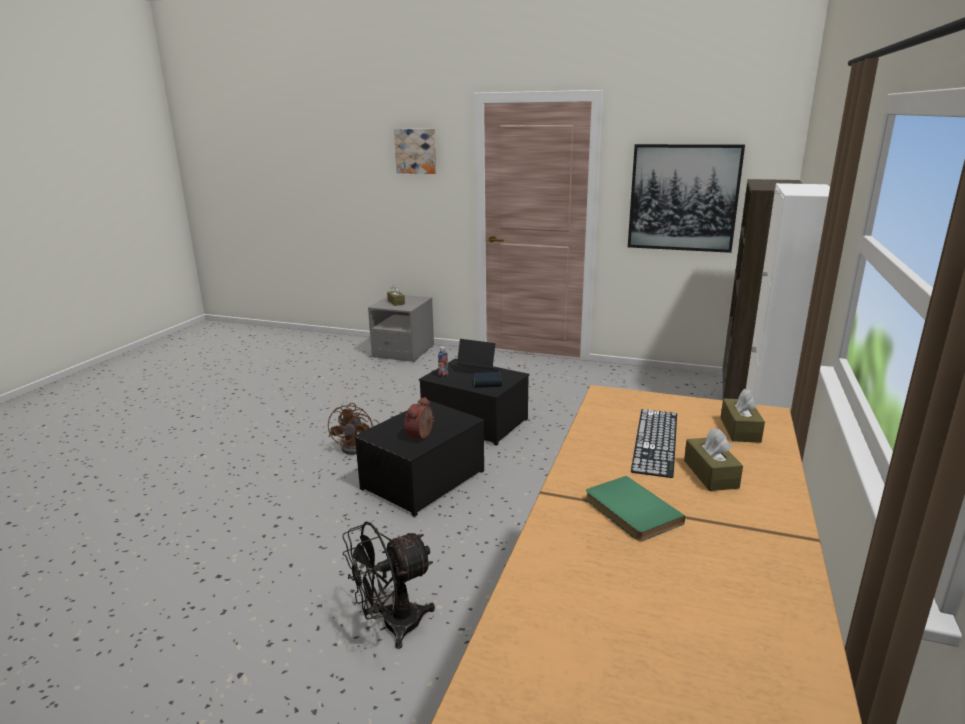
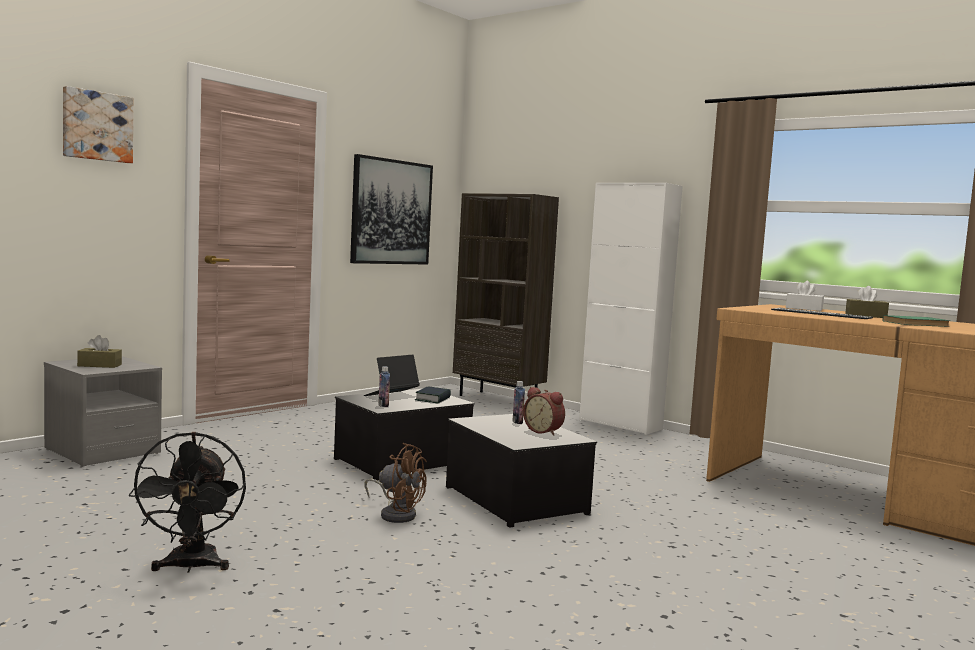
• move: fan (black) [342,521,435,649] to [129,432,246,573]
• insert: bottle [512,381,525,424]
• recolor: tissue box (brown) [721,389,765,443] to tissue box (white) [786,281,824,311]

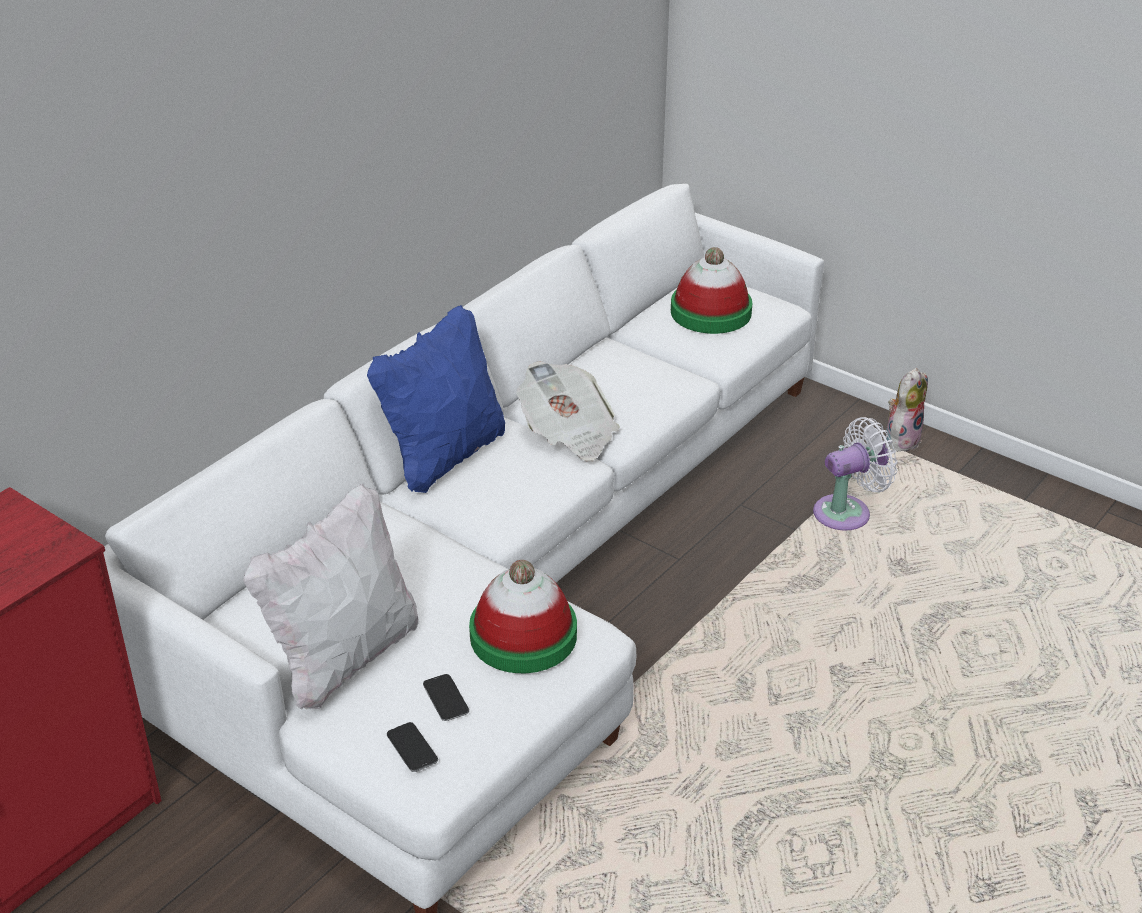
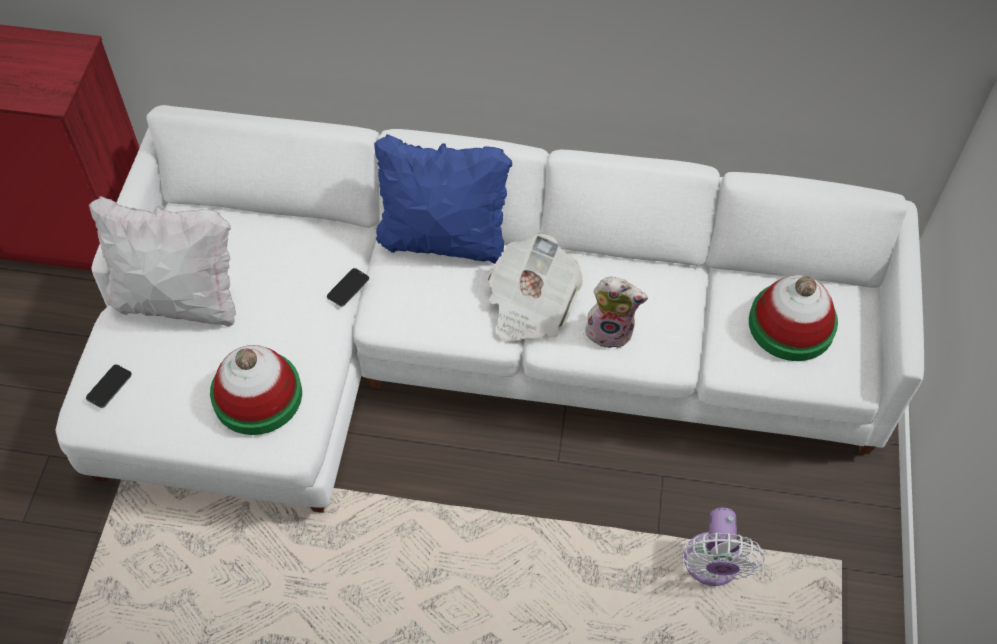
• move: phone [423,674,469,721] to [327,268,369,307]
• move: plush toy [886,368,928,453] to [583,277,648,348]
• rotate: fan (white) [813,417,898,531] = [682,508,765,586] 60 degrees clockwise

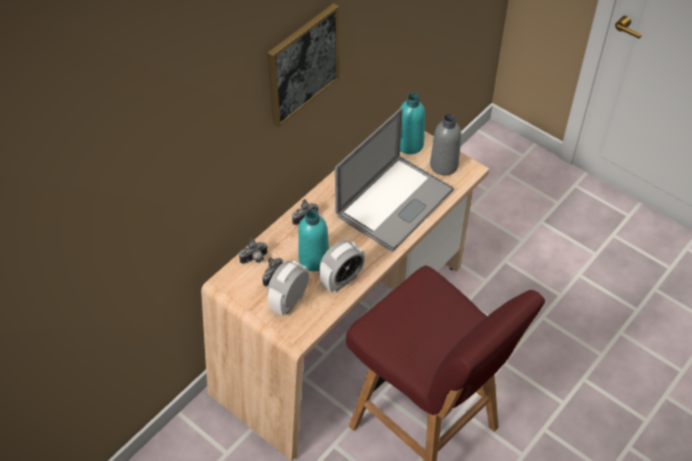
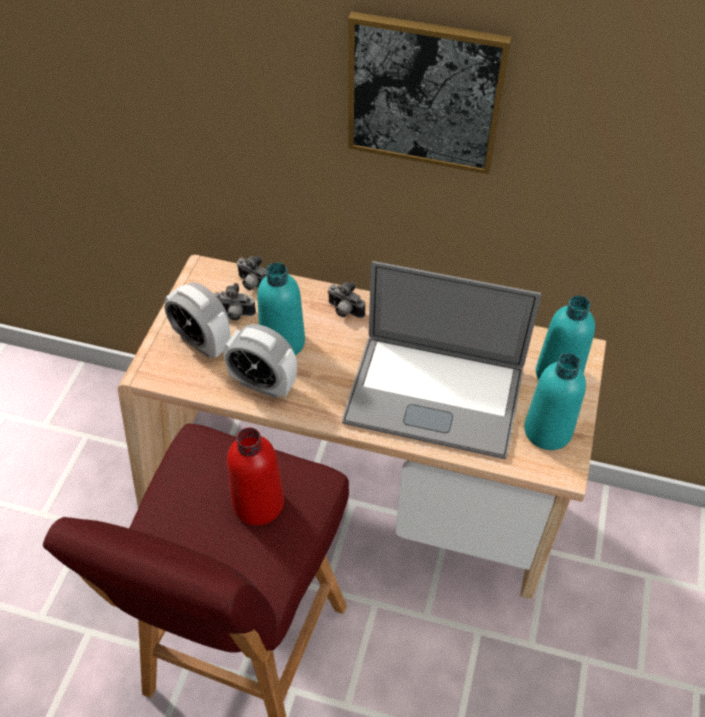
• rotate: alarm clock [267,260,309,316] = [165,282,231,358] 150 degrees counterclockwise
• insert: bottle (red) [227,427,284,525]
• recolor: bottle (grey) [430,114,461,175] to bottle (turquoise) [524,353,586,450]

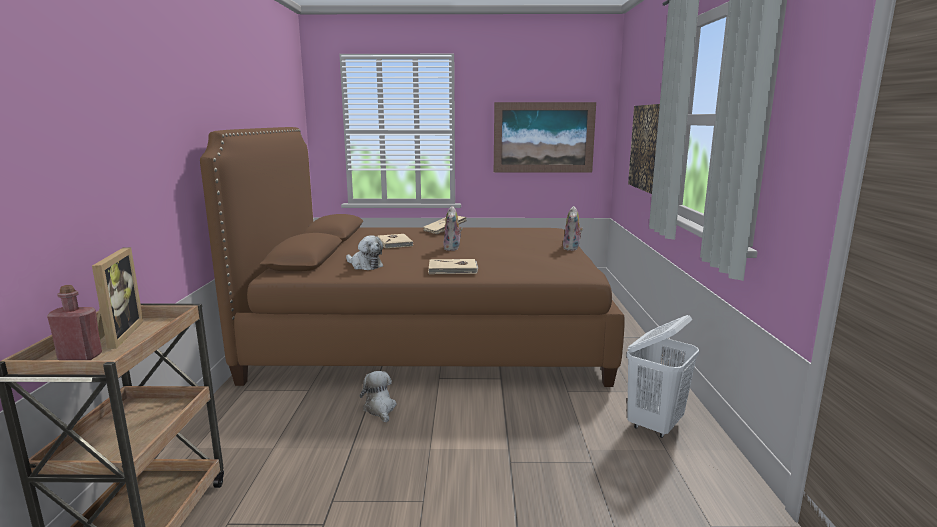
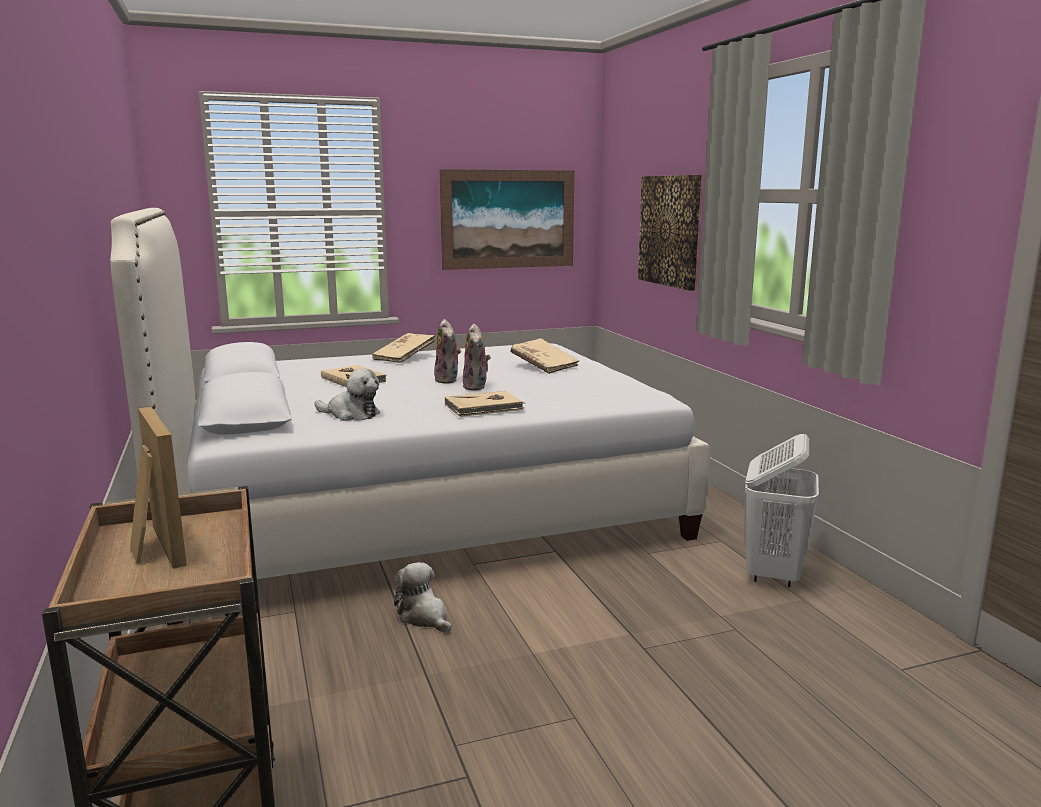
• recolor: bed (brown) [200,127,625,387] to bed (white) [110,208,710,625]
• move: plush toy [563,206,583,251] to [463,324,491,390]
• insert: book (beige) [510,338,579,374]
• delete: bottle (red) [47,285,102,360]

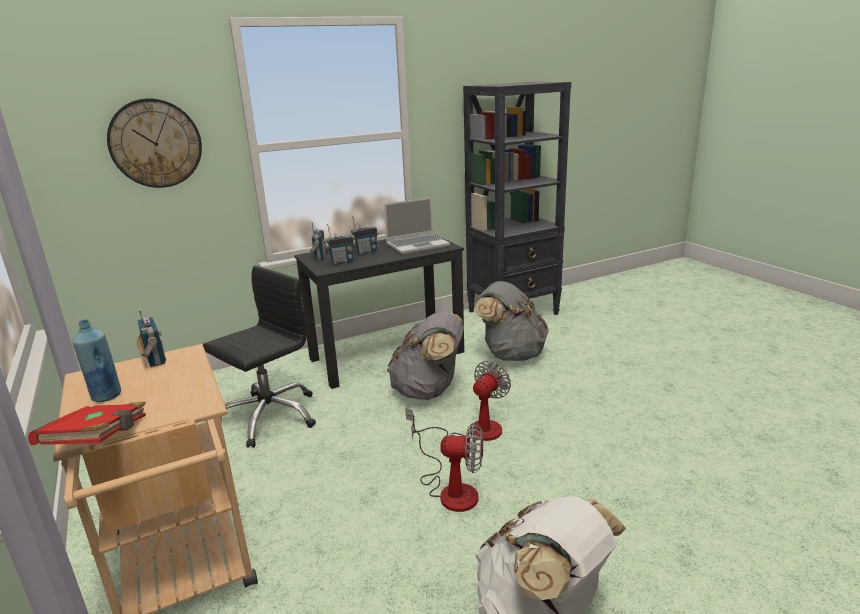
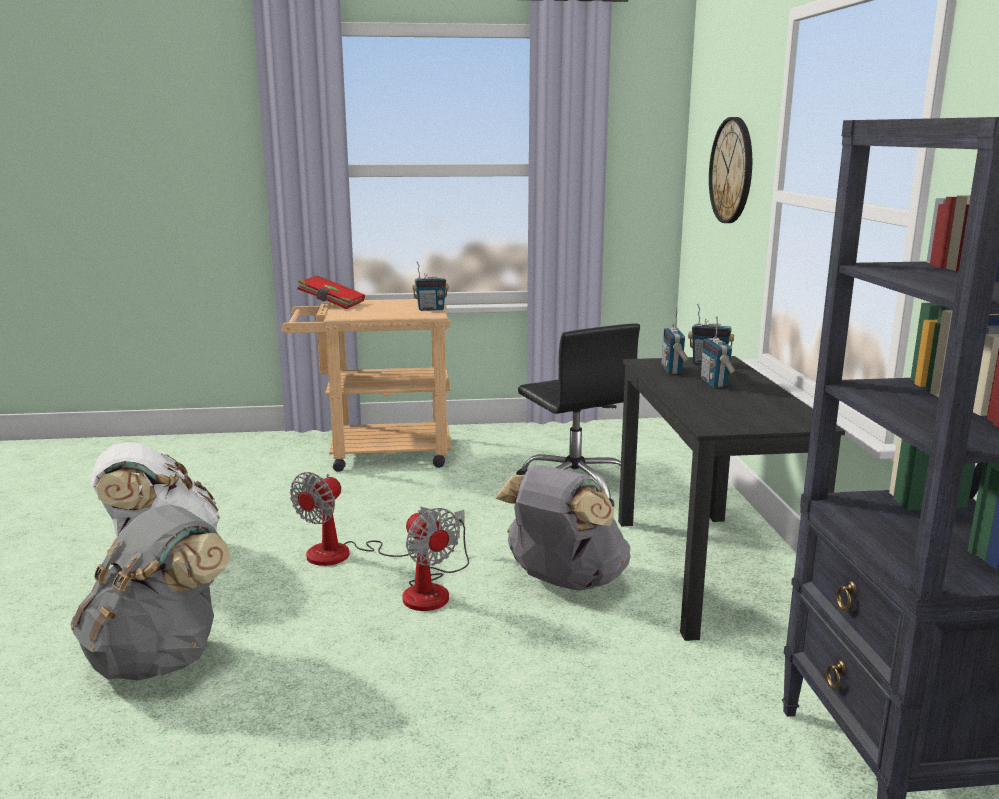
• move: backpack (grey) [475,281,549,361] to [70,504,231,681]
• delete: bottle (blue) [72,319,121,402]
• delete: laptop [384,197,450,254]

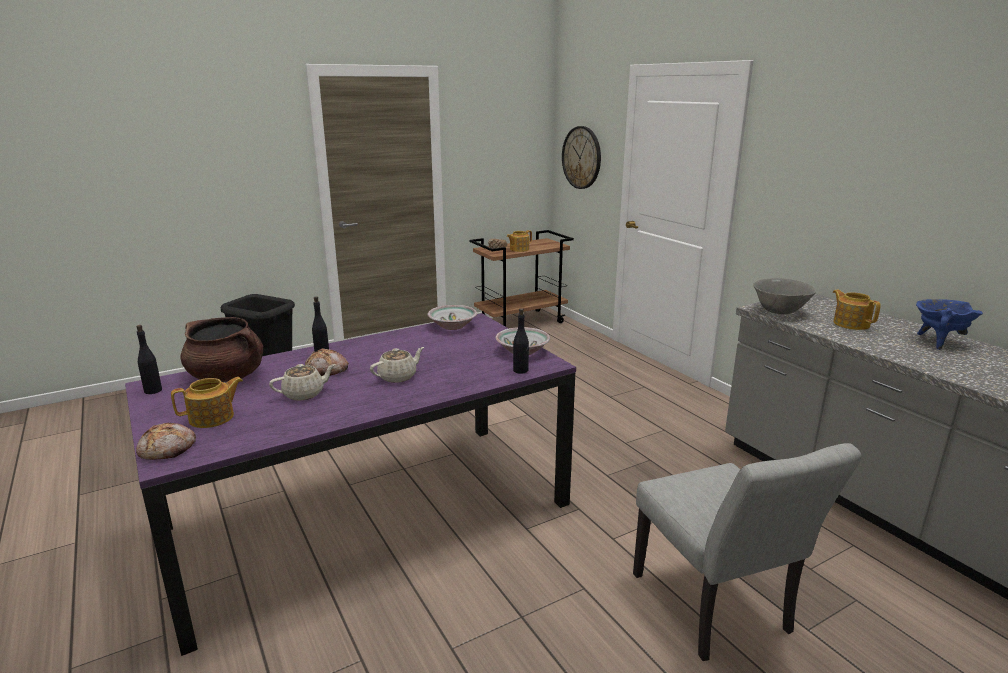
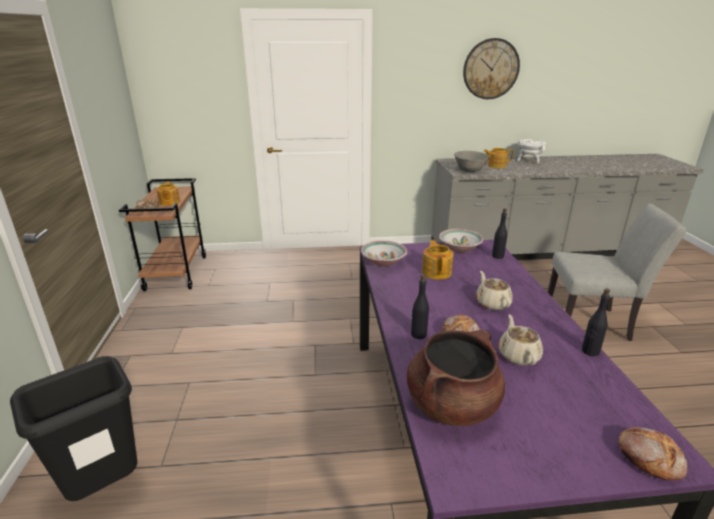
• move: teapot [171,377,243,428] to [422,240,453,280]
• move: wall clock [562,126,601,189] to [463,38,520,99]
• recolor: cooking pot (blue) [916,299,983,350] to cooking pot (white) [517,139,546,164]
• move: bottle (black) [136,325,162,394] to [582,288,610,356]

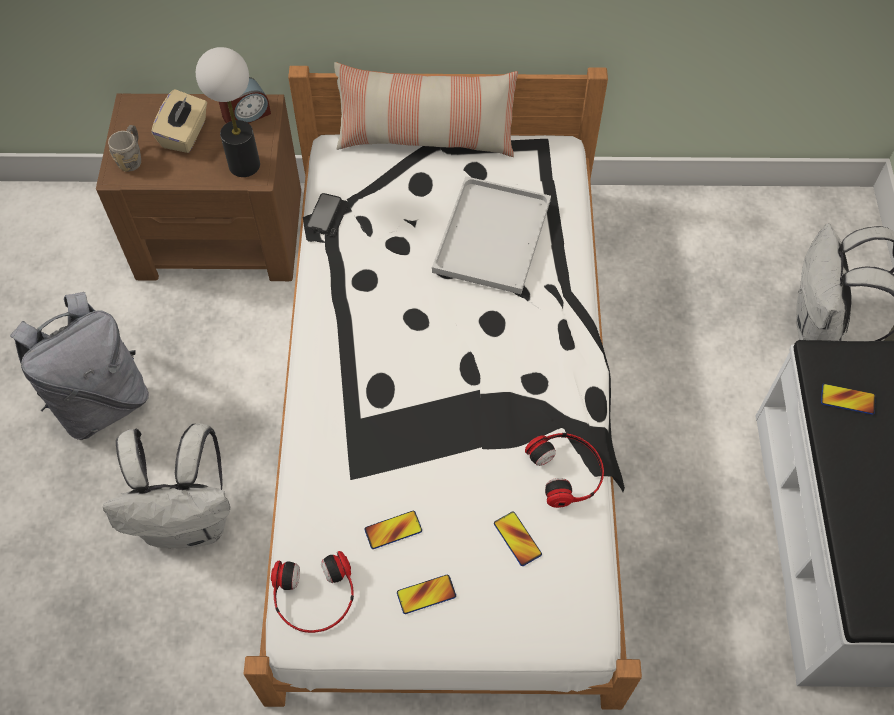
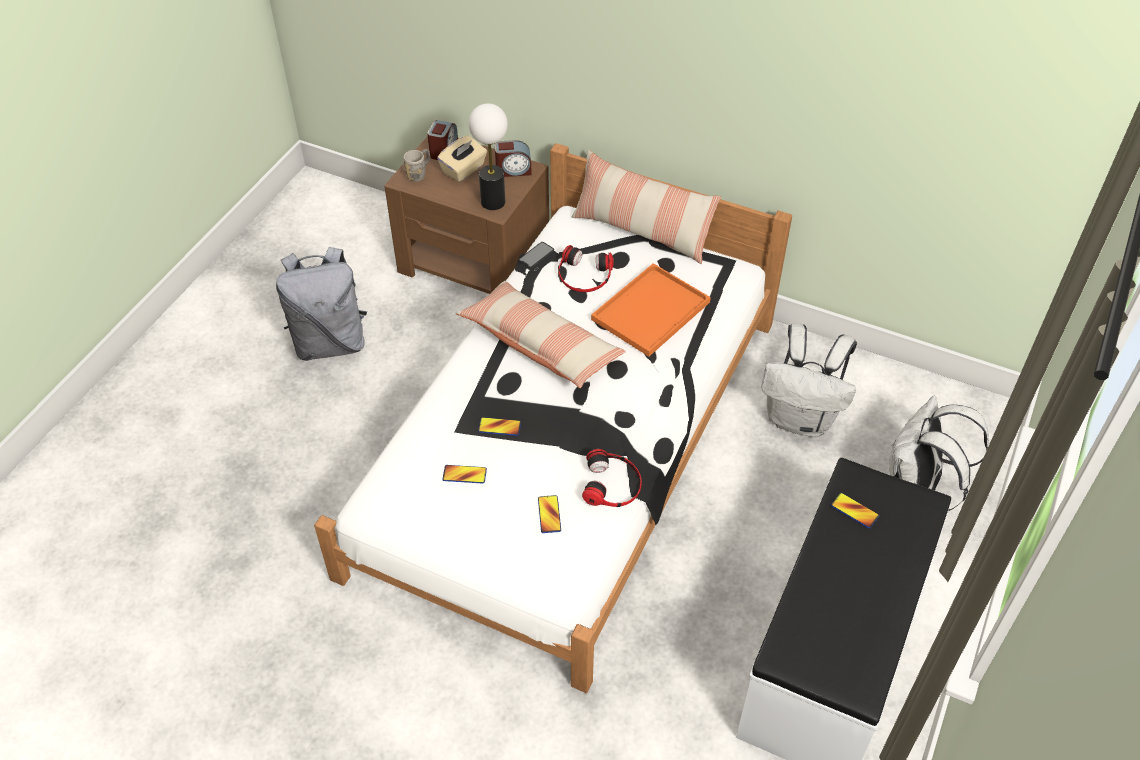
• insert: alarm clock [427,120,458,160]
• insert: pillow [455,281,626,388]
• move: phone [397,574,456,614] to [478,417,521,436]
• move: headphones [271,551,354,633] to [558,245,614,292]
• recolor: tray (white) [432,176,551,294] to tray (orange) [591,263,711,357]
• move: backpack (white) [103,423,230,548] to [761,323,857,437]

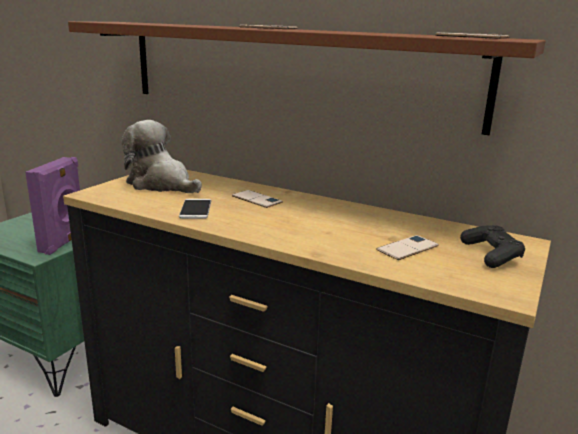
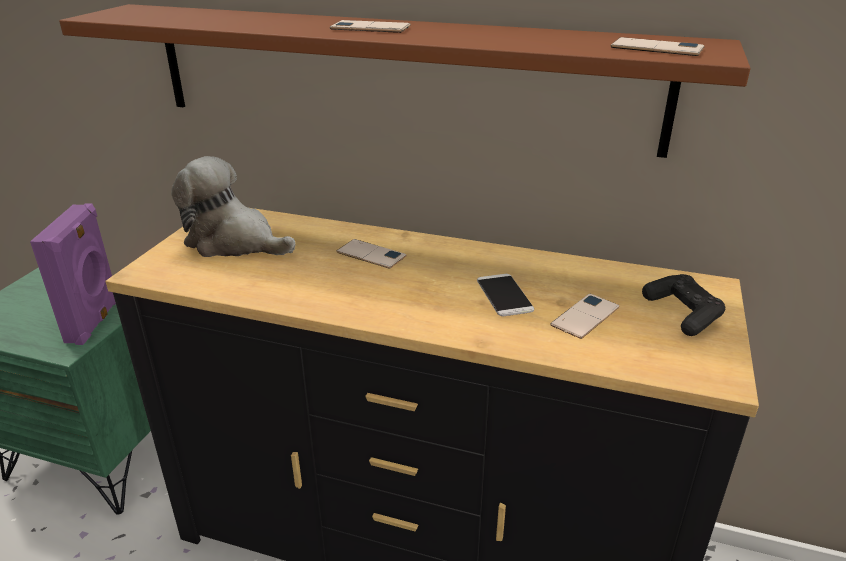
• move: phone [179,199,211,219] to [477,274,534,316]

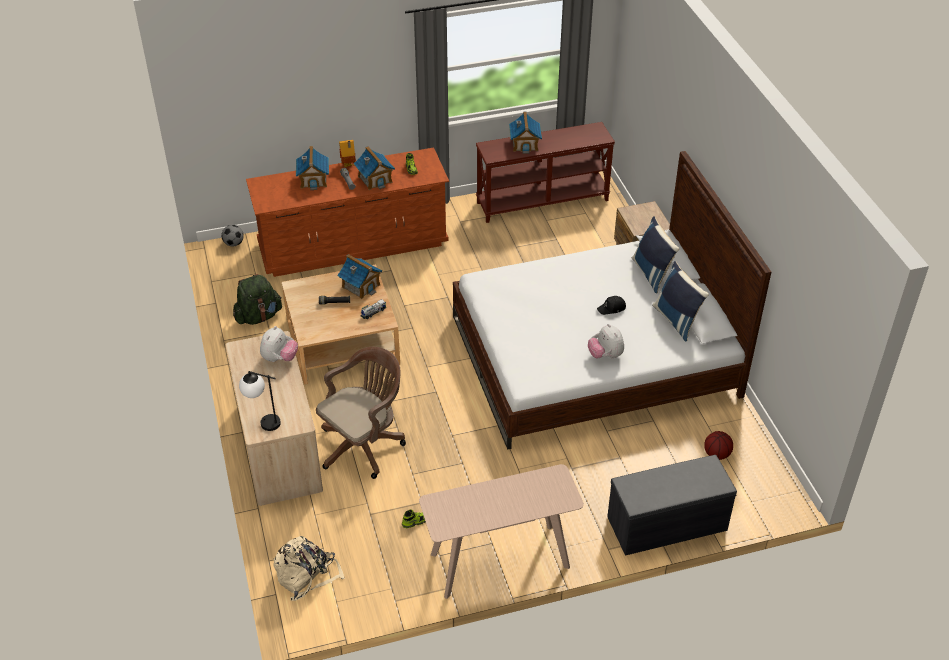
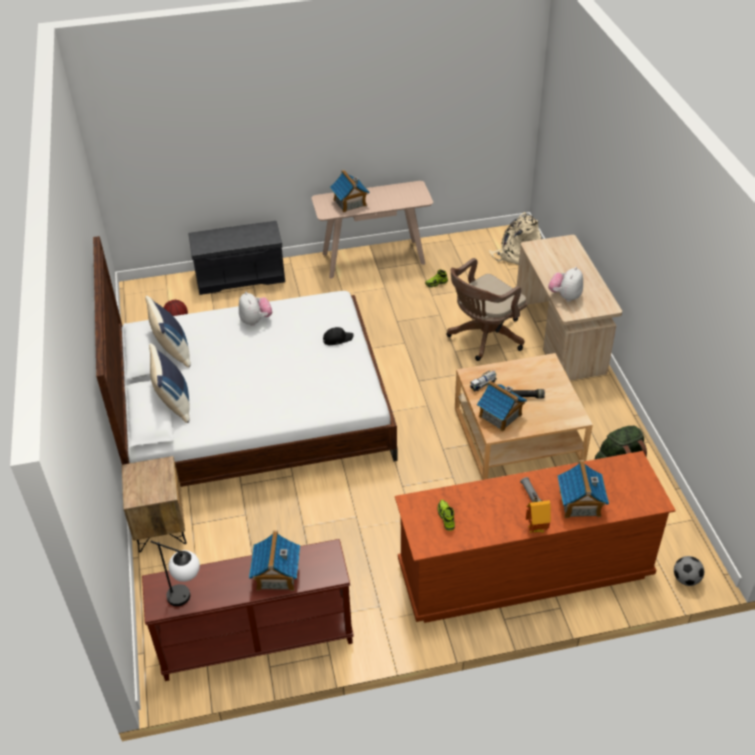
• move: table lamp [239,371,281,431] to [150,541,200,606]
• move: cap (black) [597,296,626,315] to [323,327,354,345]
• move: toy house [354,146,395,190] to [330,170,370,213]

